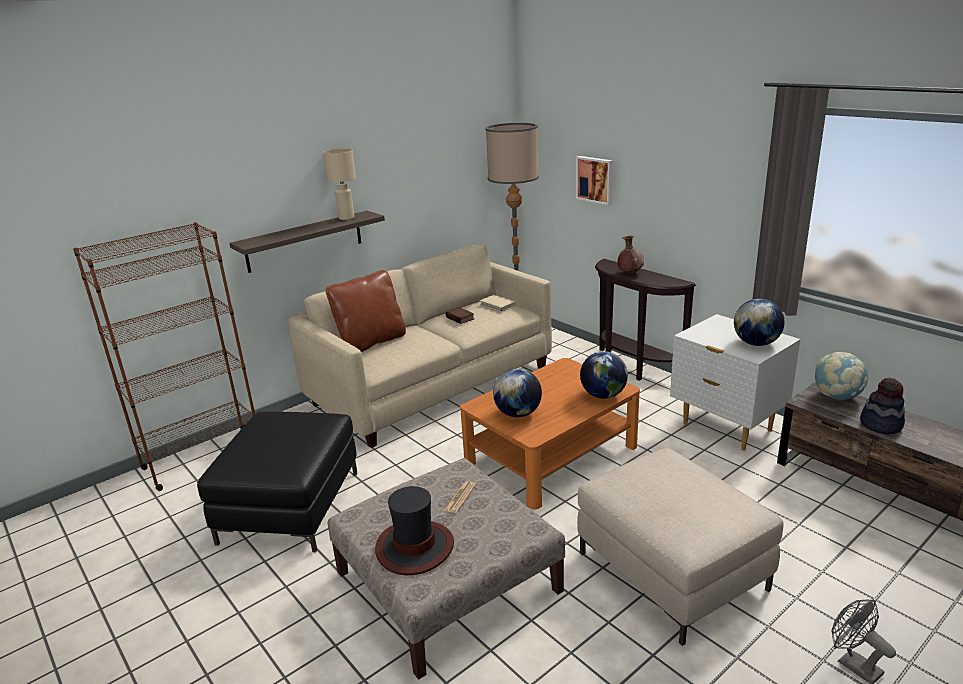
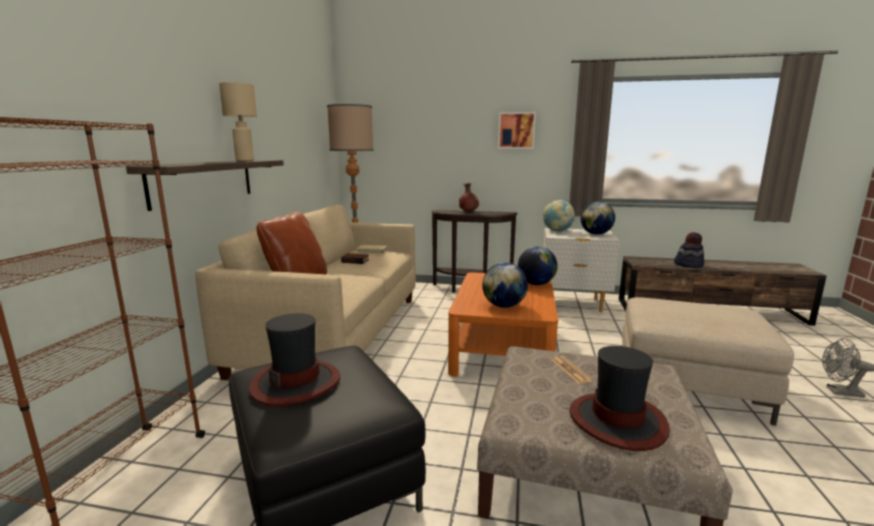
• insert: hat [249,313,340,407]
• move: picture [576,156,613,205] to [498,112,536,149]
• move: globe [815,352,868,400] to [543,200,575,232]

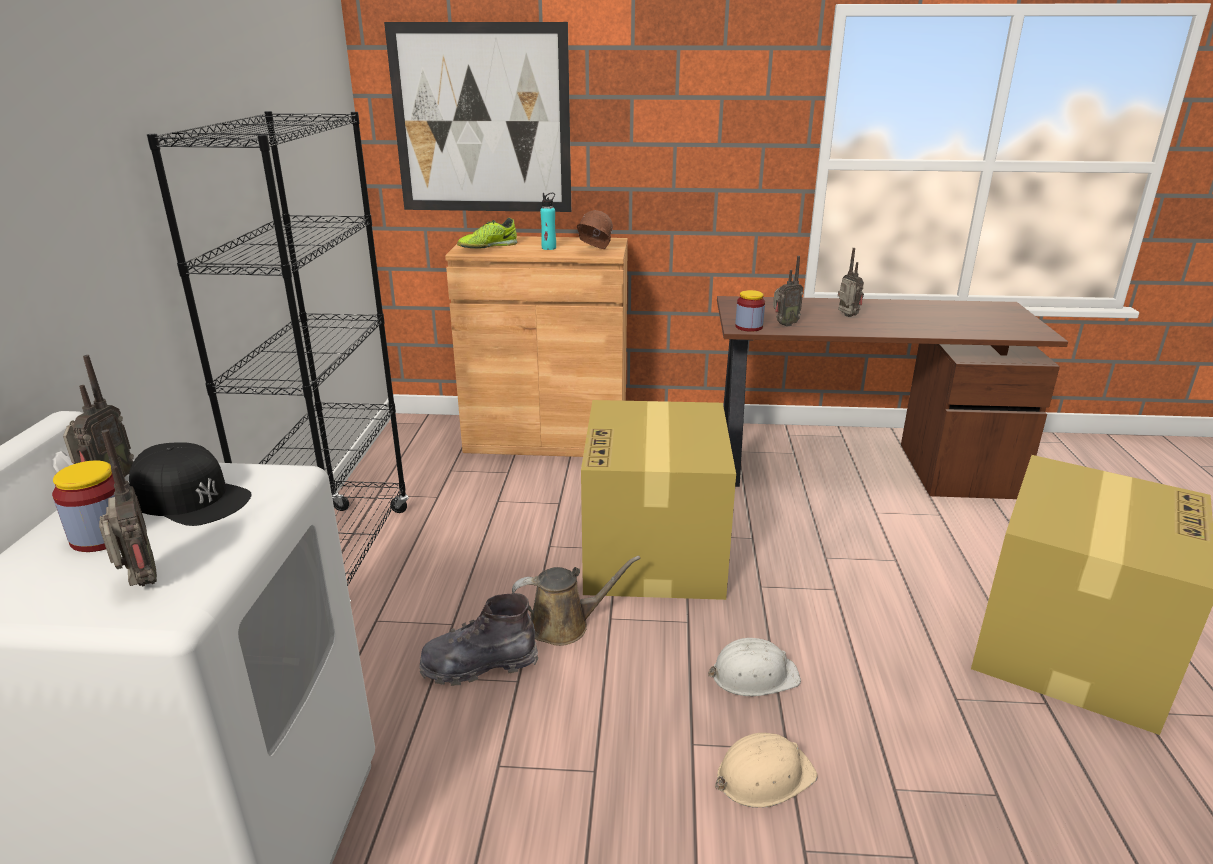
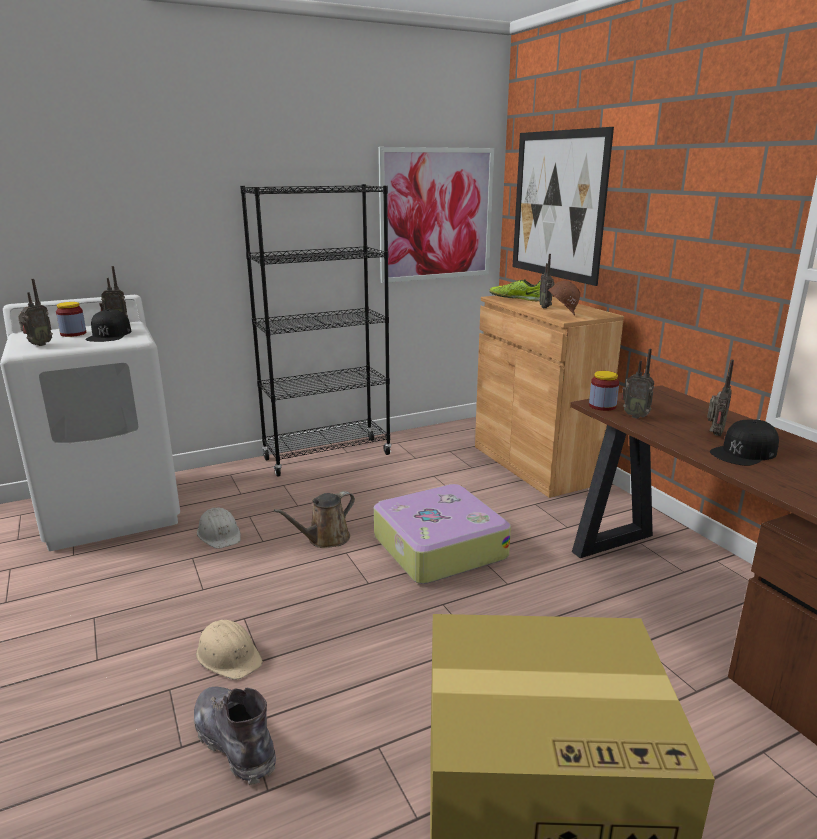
• move: boot (grey) [420,593,539,686] to [194,687,276,785]
• move: hard hat (white) [708,638,801,696] to [197,507,241,548]
• rotate: watering can (brown) [512,556,641,646] = [274,491,355,548] 90 degrees clockwise
• replace: cardboard box [581,400,736,600] to suitcase [374,484,511,584]
• insert: picture [378,147,494,283]
• replace: bottle (turquoise) [540,193,556,250] to radio [539,254,555,308]
• insert: cap (black) [710,419,779,466]

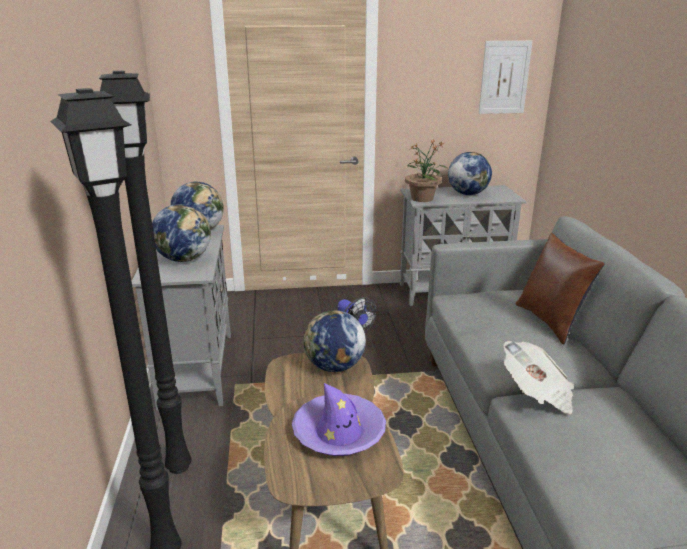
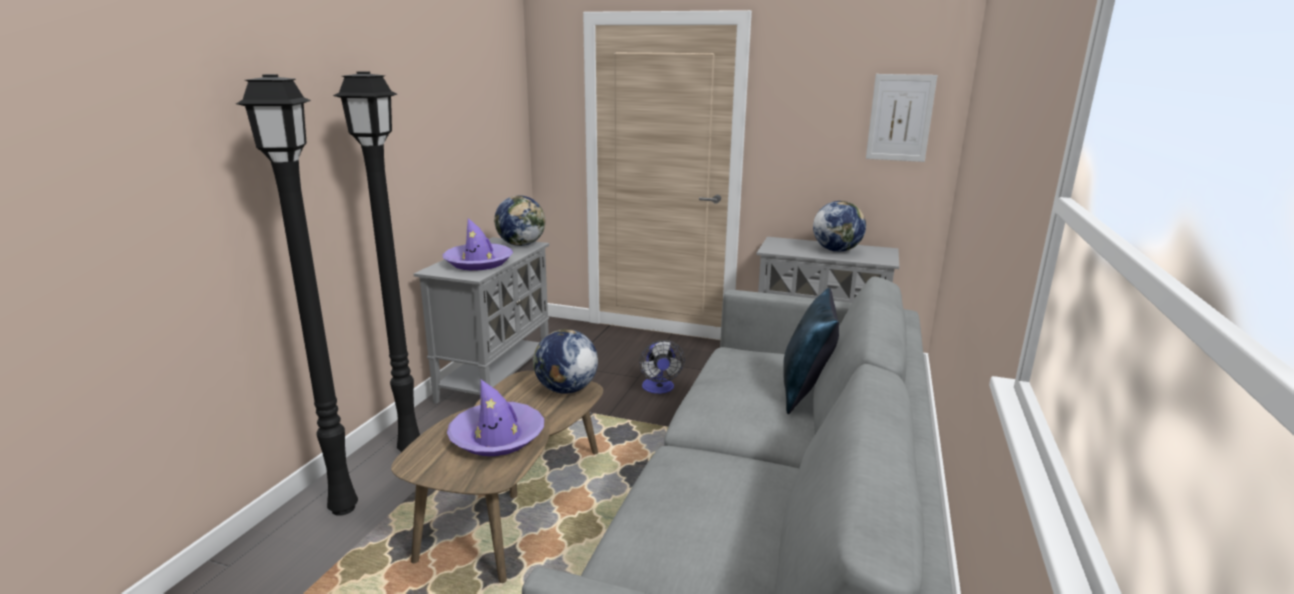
• replace: globe [152,204,211,262] to hat (purple) [443,218,513,271]
• recolor: pillow (brown) [516,233,605,345] to pillow (blue) [783,288,839,414]
• delete: potted plant [405,139,448,202]
• delete: newspaper [504,341,574,414]

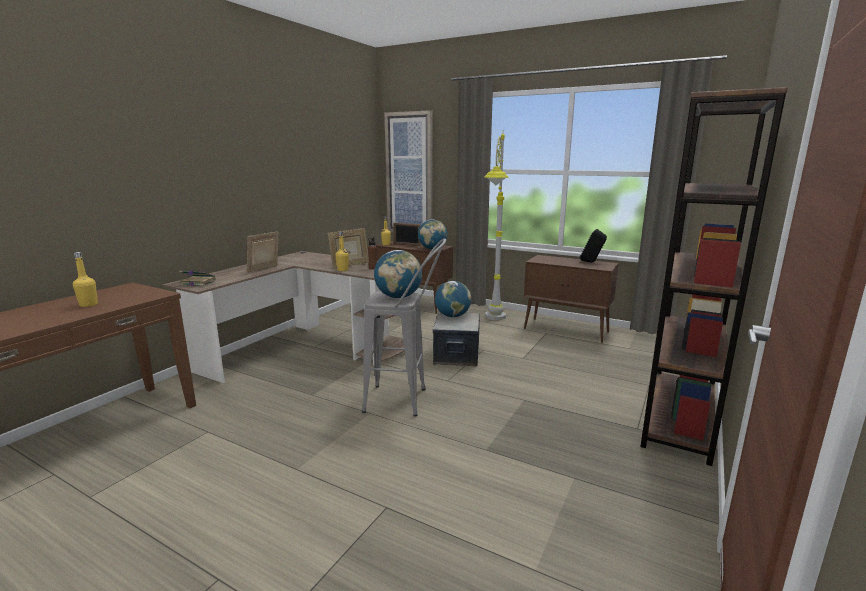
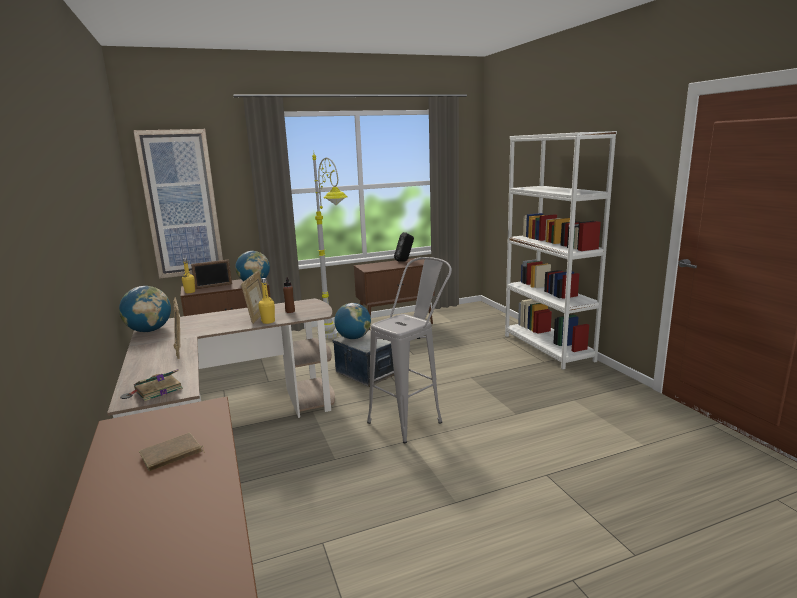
• move: globe [374,250,422,298] to [119,286,171,332]
• replace: bottle (yellow) [73,252,98,307] to book (brown) [139,433,205,471]
• recolor: bookcase (brown) [640,87,788,466] to bookcase (white) [505,131,617,370]

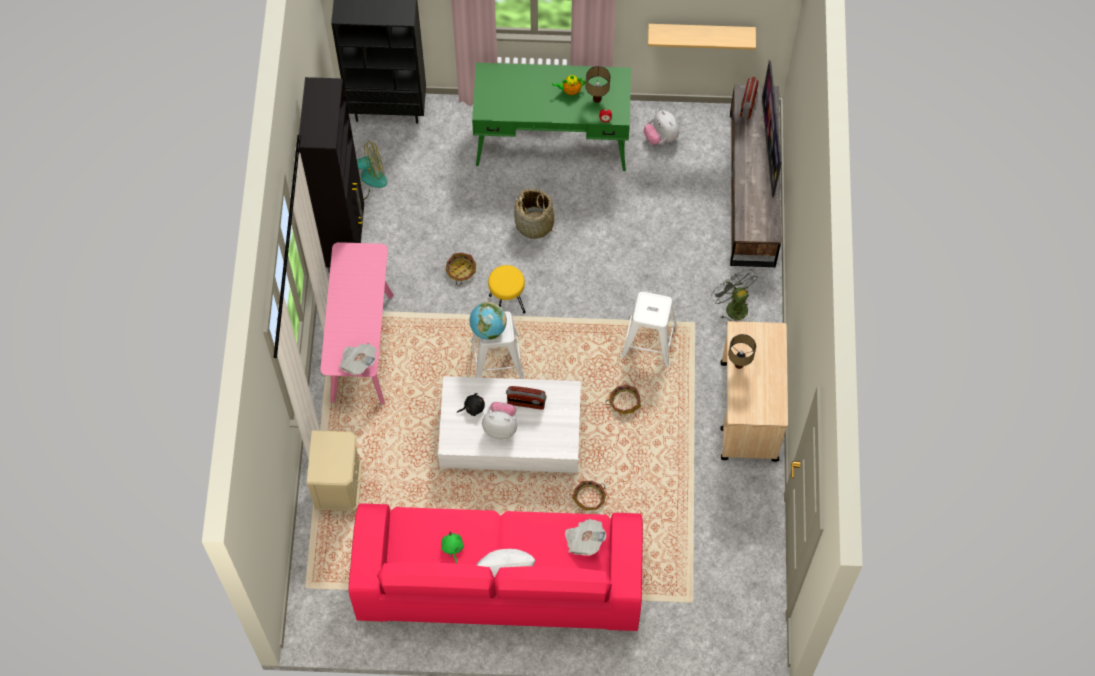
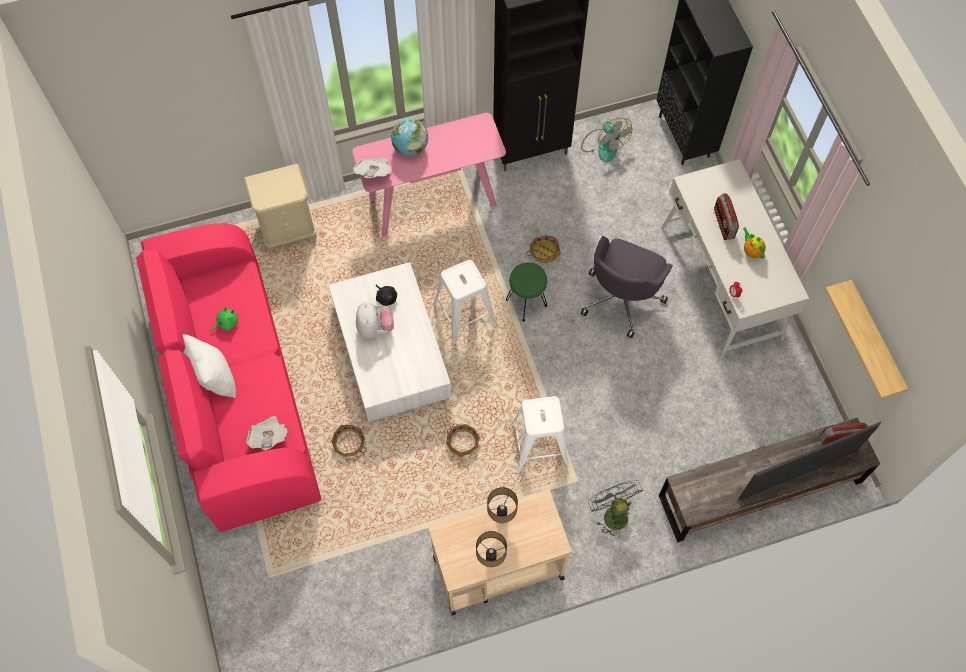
• move: globe [469,302,507,340] to [391,118,428,156]
• move: table lamp [586,66,610,103] to [476,531,507,567]
• recolor: stool (yellow) [488,265,526,313] to stool (green) [506,263,547,321]
• replace: basket [514,189,557,239] to office chair (grey) [581,236,673,338]
• rotate: fan (grey) [711,269,758,322] = [588,480,643,538] 60 degrees counterclockwise
• recolor: desk (green) [472,63,631,171] to desk (white) [661,159,809,360]
• move: radio [506,386,546,410] to [714,193,739,240]
• delete: plush toy [644,110,679,145]

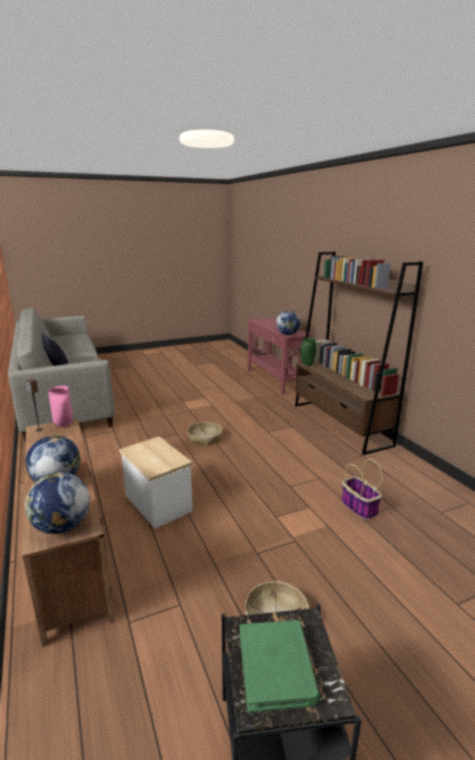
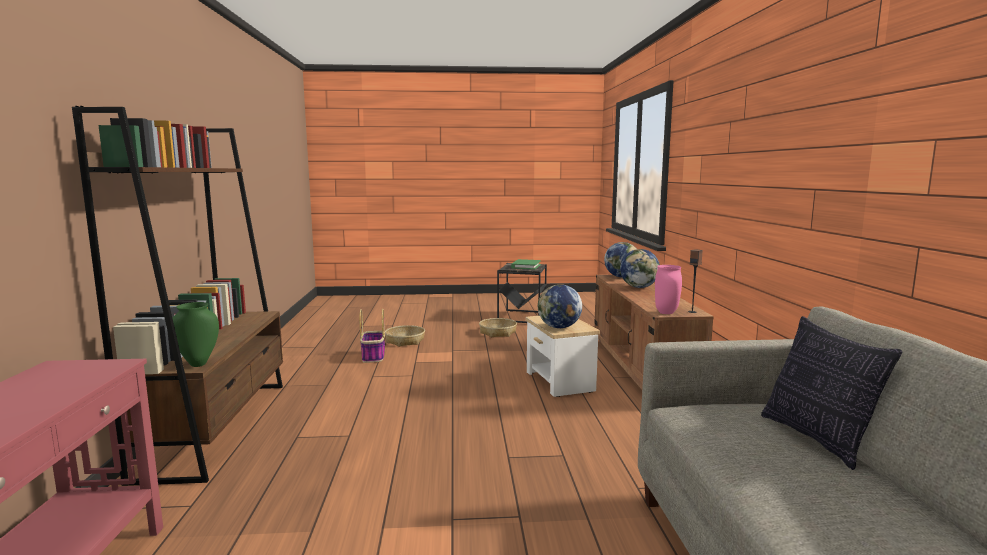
• move: basket [187,422,223,446] to [385,325,425,347]
• move: globe [276,310,301,335] to [538,284,582,328]

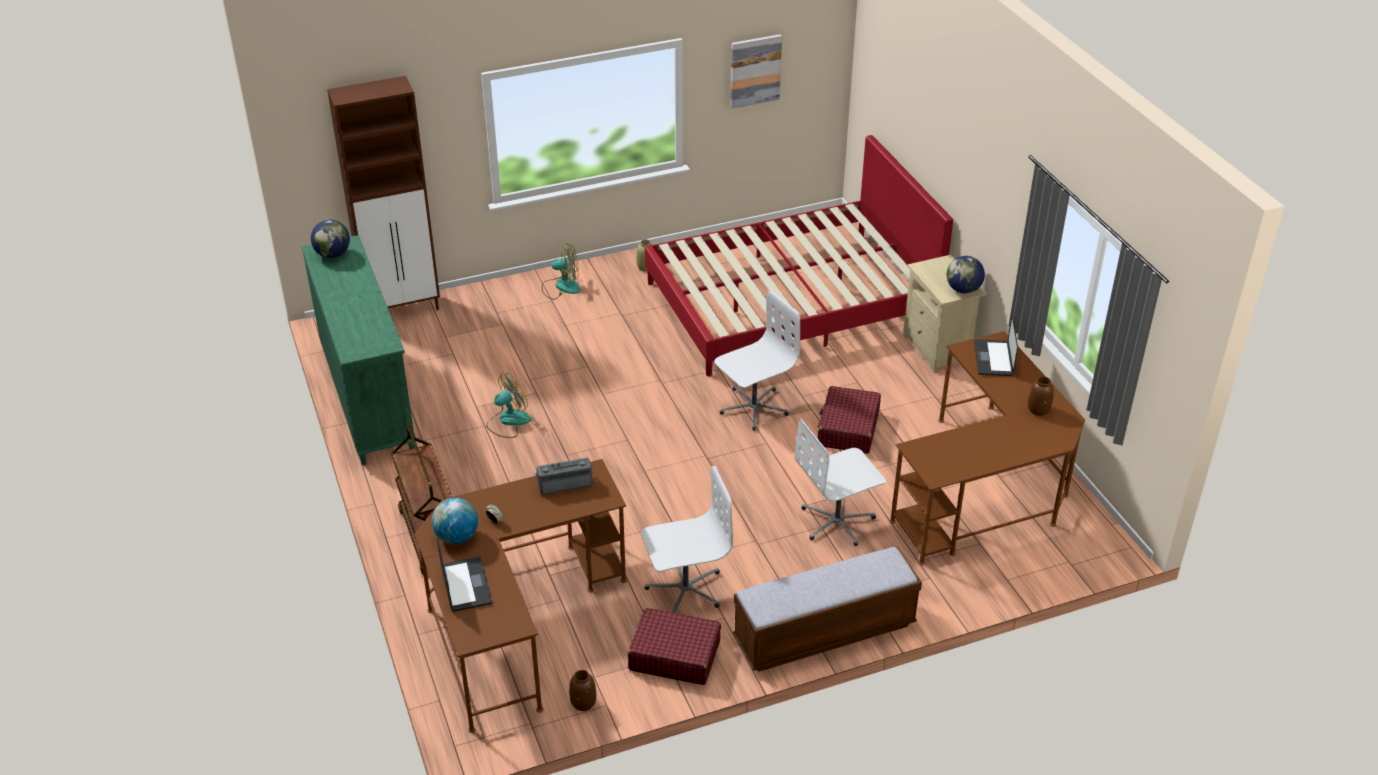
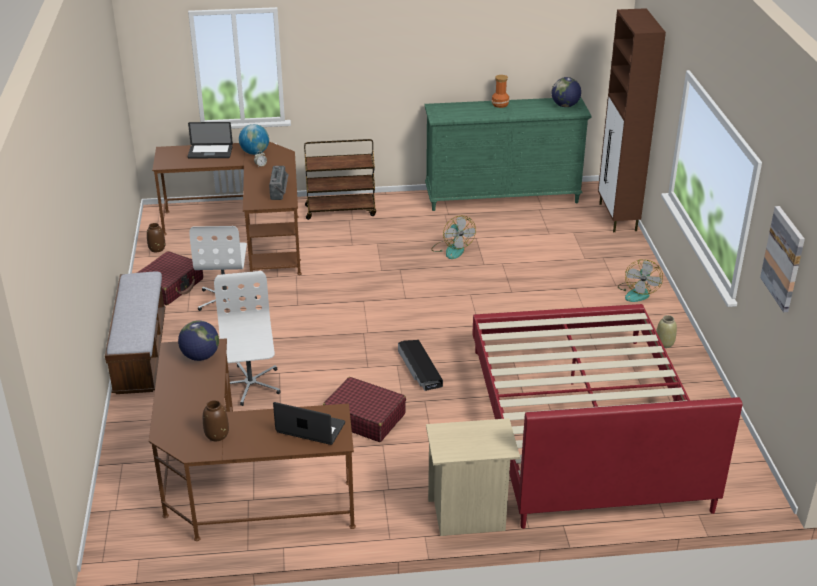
• move: globe [947,256,985,294] to [178,320,219,361]
• replace: office chair (white) [715,291,800,430] to storage box (black) [398,340,443,391]
• insert: vase [492,75,509,108]

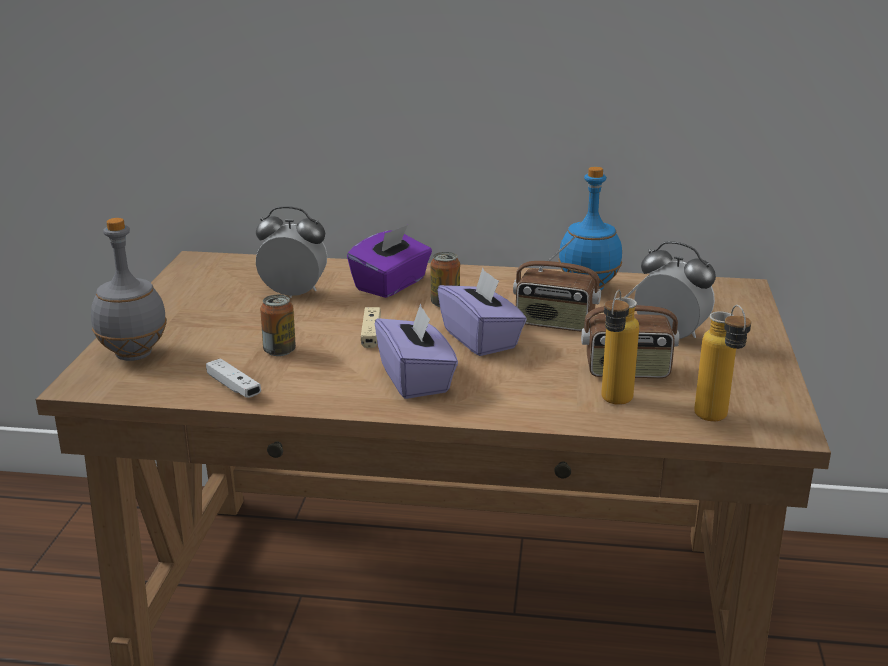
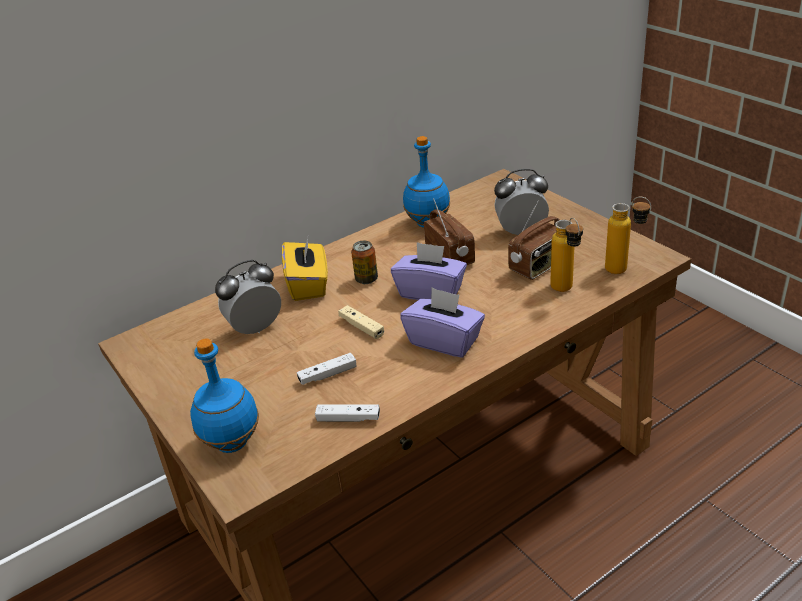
• recolor: bottle (grey) [91,218,167,361] to bottle (blue) [190,339,259,453]
• recolor: tissue box (purple) [347,225,432,298] to tissue box (yellow) [282,237,328,301]
• replace: can [260,295,296,356] to game controller (white) [297,353,356,385]
• rotate: radio [513,236,601,331] = [424,198,475,265] 90 degrees counterclockwise

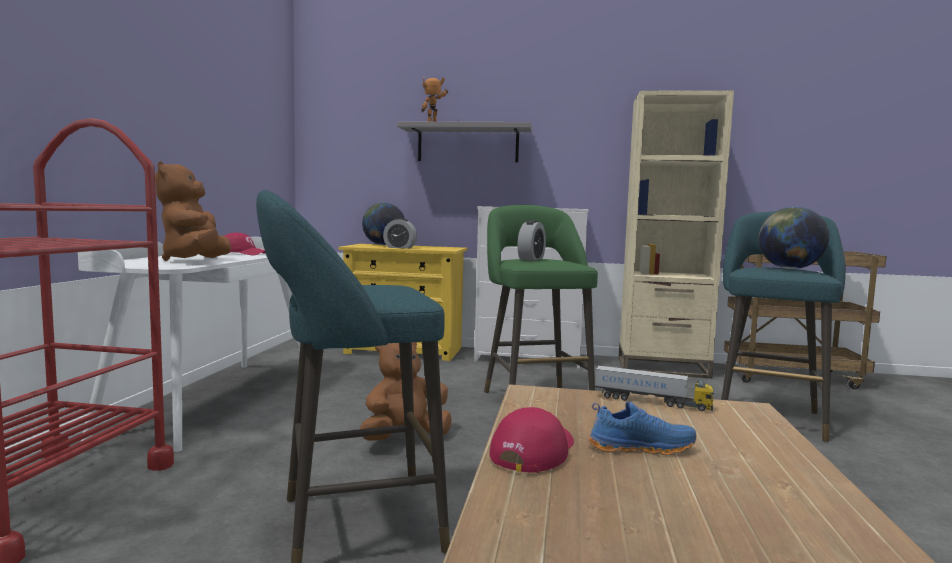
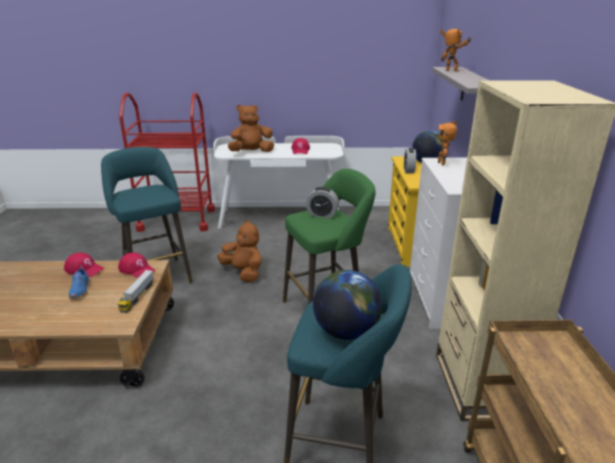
• insert: cap (red) [118,252,155,278]
• insert: toy robot [438,121,457,166]

